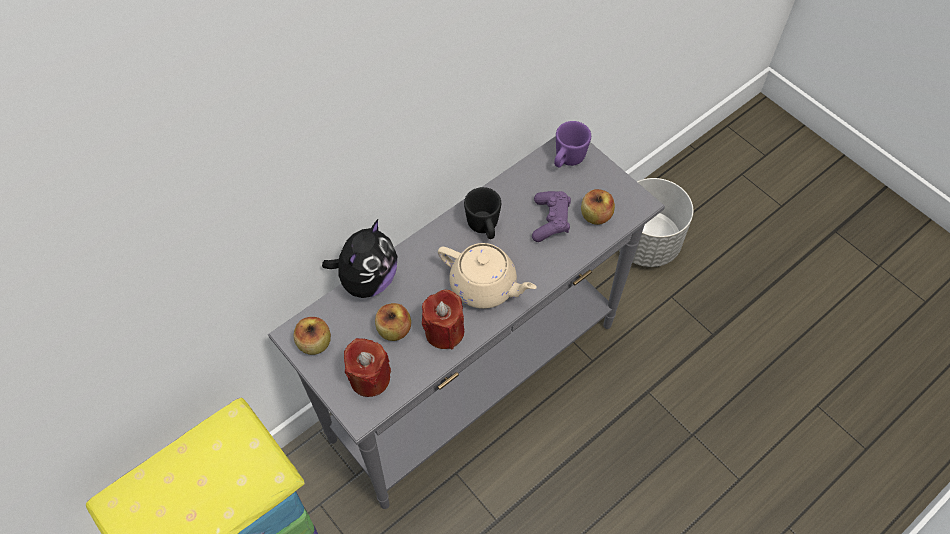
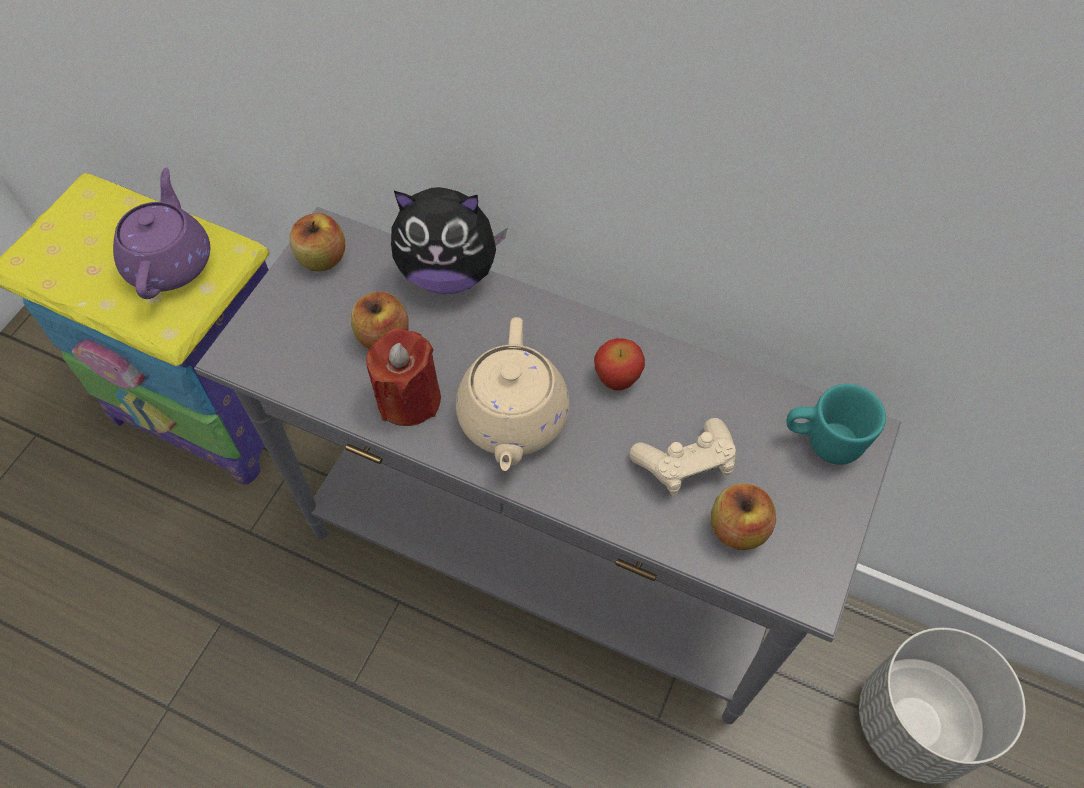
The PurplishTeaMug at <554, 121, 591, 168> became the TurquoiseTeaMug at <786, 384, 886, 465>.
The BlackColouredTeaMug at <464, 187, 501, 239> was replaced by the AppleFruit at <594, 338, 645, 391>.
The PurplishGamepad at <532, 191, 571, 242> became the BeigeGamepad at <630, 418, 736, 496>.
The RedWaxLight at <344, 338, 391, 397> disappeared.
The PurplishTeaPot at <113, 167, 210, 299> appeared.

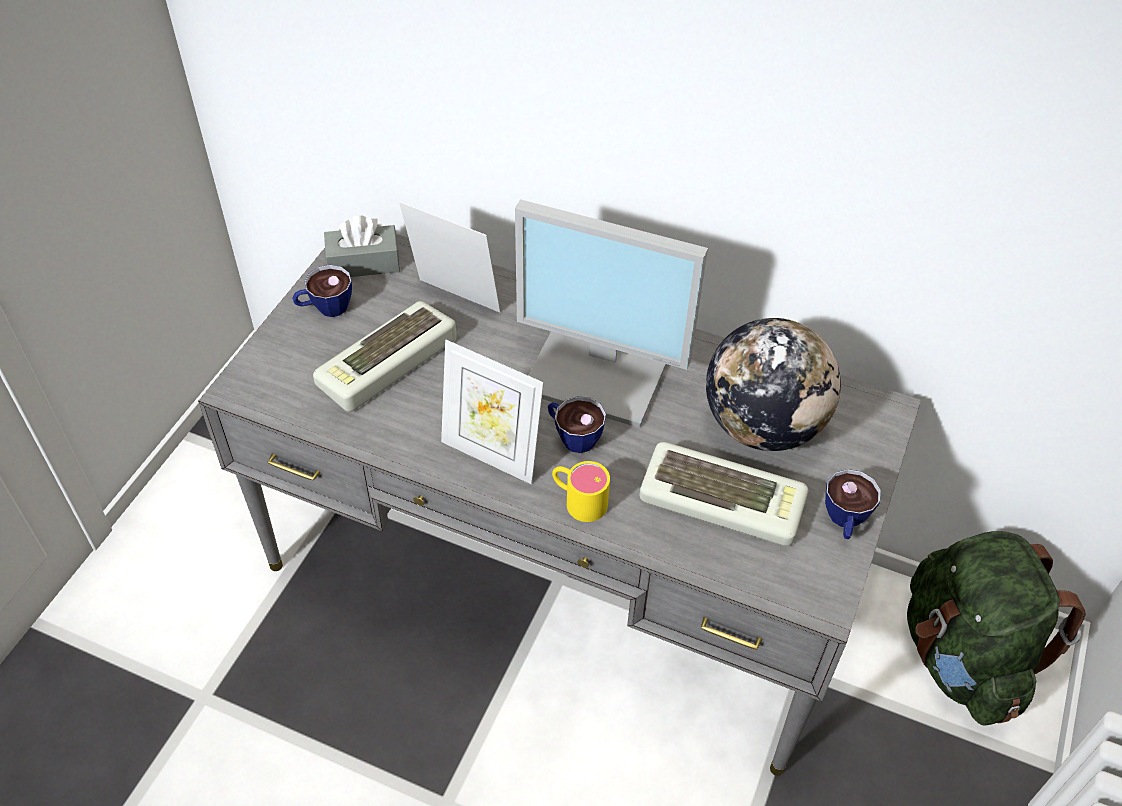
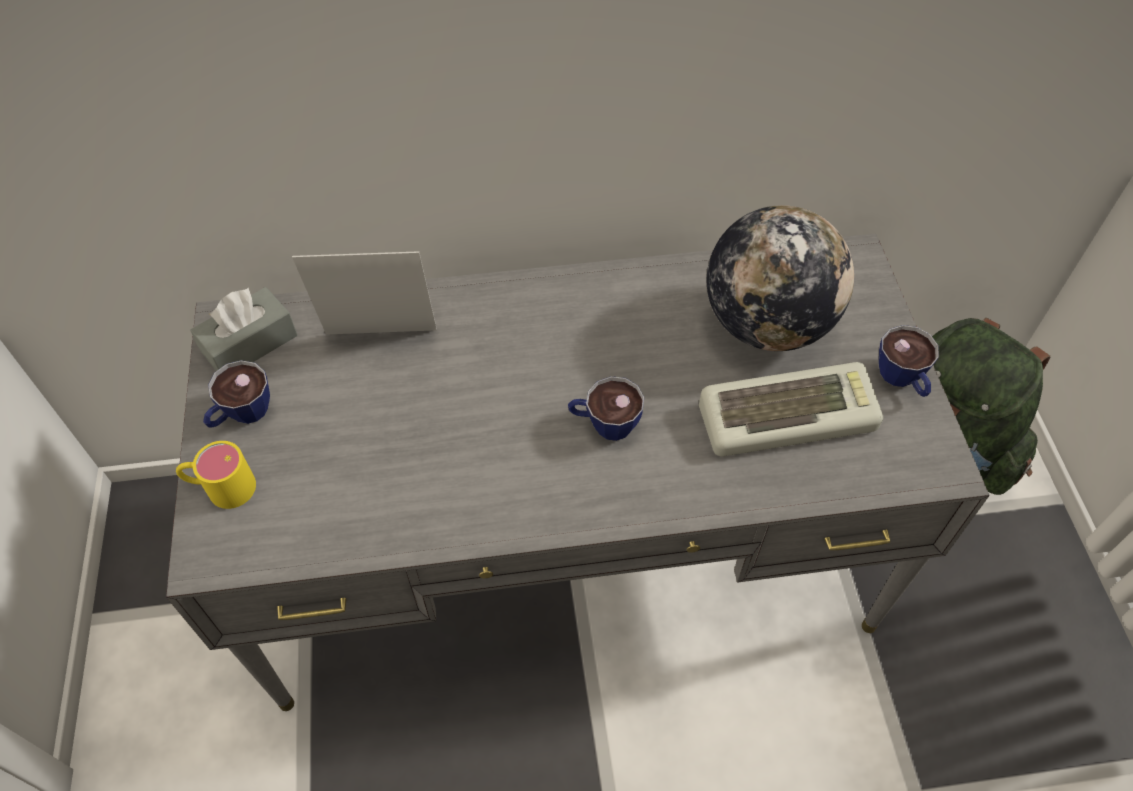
The Monitor at <515, 199, 708, 428> disappeared.
The Keyboard at <313, 301, 456, 412> disappeared.
The PictureFrame at <441, 340, 544, 484> disappeared.
The YellowColouredTeaMug moved from <552, 461, 610, 522> to <176, 441, 256, 509>.

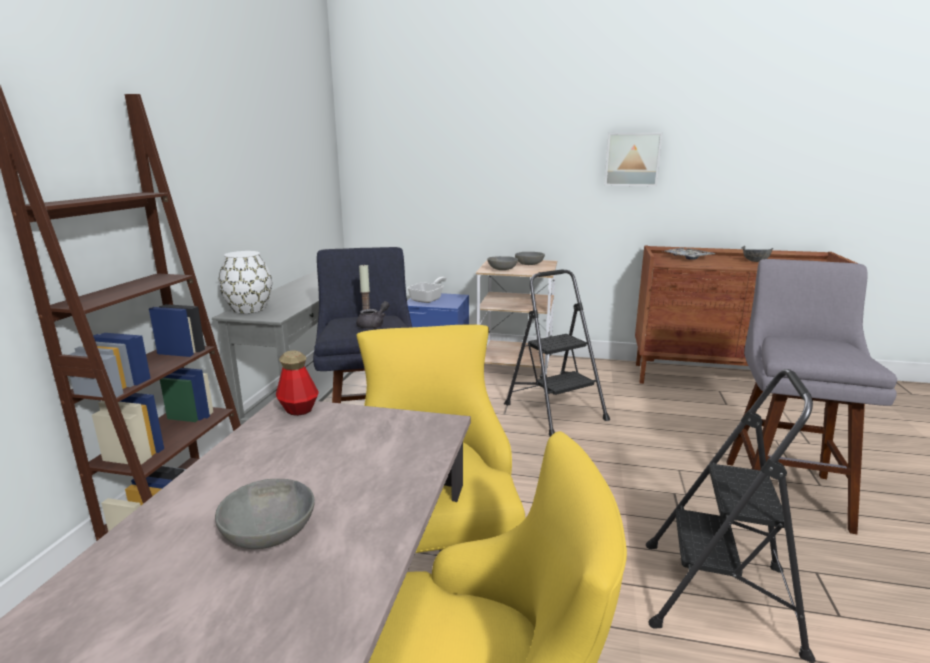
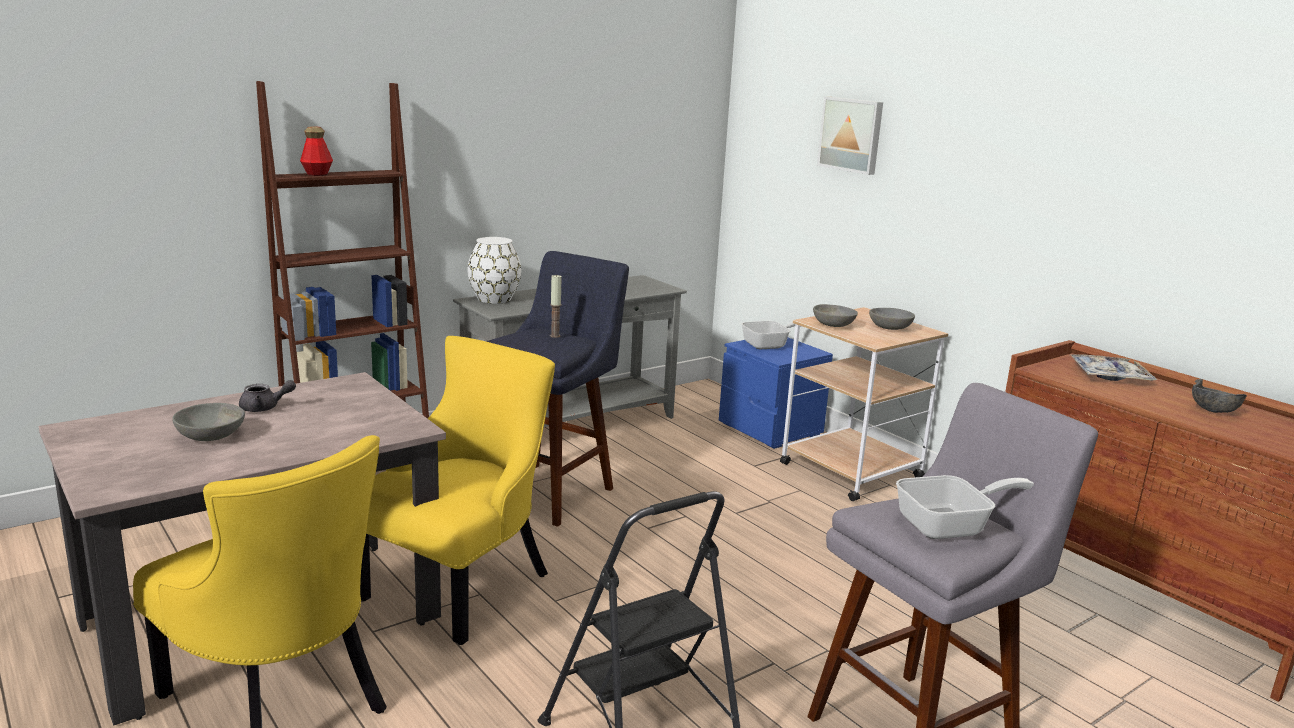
The Picture moved from <604, 133, 663, 187> to <817, 97, 883, 175>.
The BlackColouredStepStool at <504, 269, 610, 437> disappeared.
The GrayTeaPot moved from <356, 301, 390, 329> to <239, 380, 296, 412>.
The Bottle moved from <276, 350, 319, 416> to <300, 126, 333, 176>.
The Skillet at <896, 475, 1034, 539> appeared.

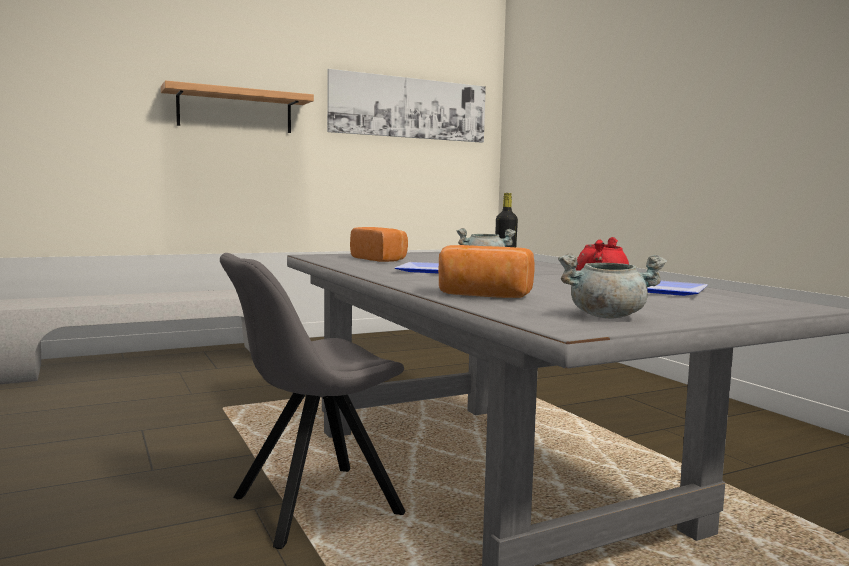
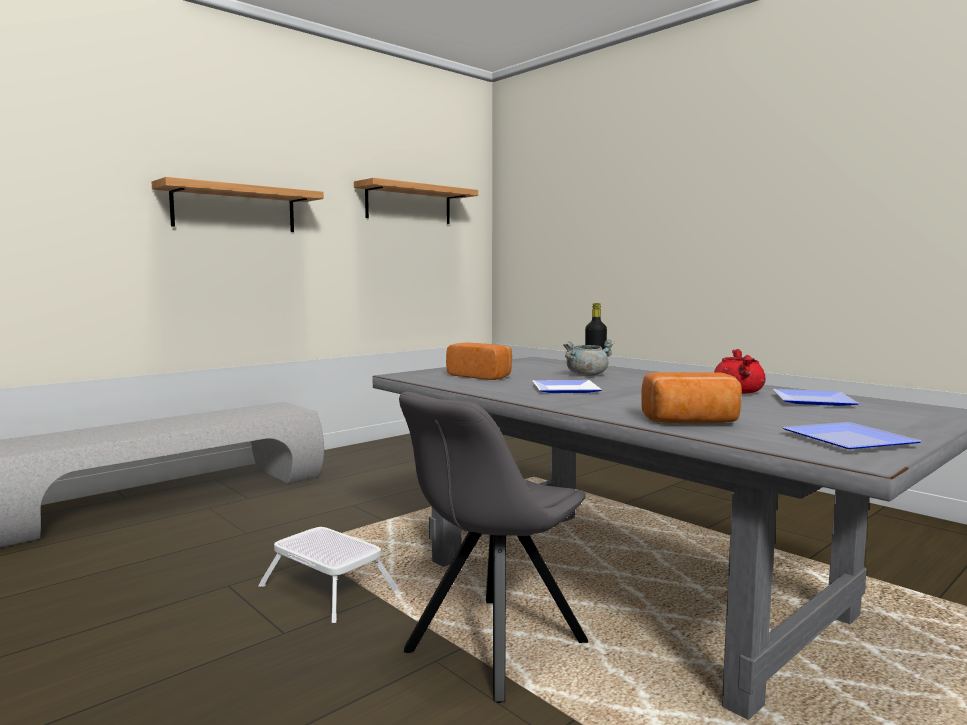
The Picture at <327, 69, 486, 143> was replaced by the Shelf at <354, 178, 478, 224>.
The GrayCookingPot at <558, 253, 667, 318> was replaced by the Plate at <783, 422, 922, 449>.
The WhiteColouredStepStool at <258, 527, 398, 623> appeared.

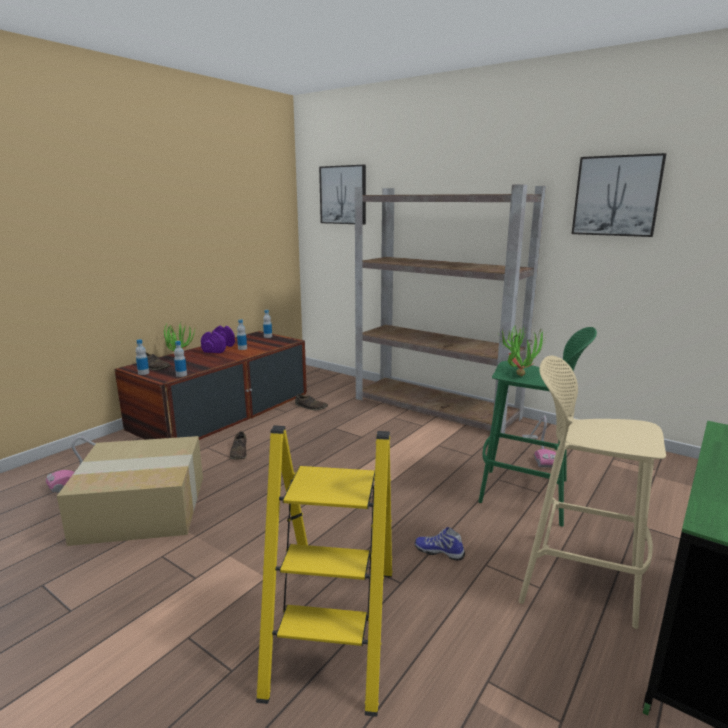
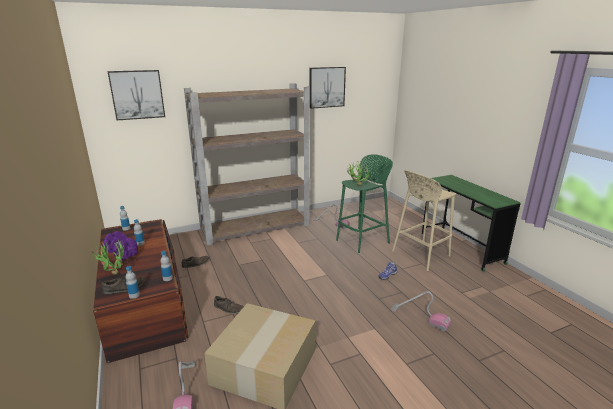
The YellowColouredStepStool at <256, 426, 393, 717> was replaced by the VacuumCleaner at <391, 291, 451, 331>.

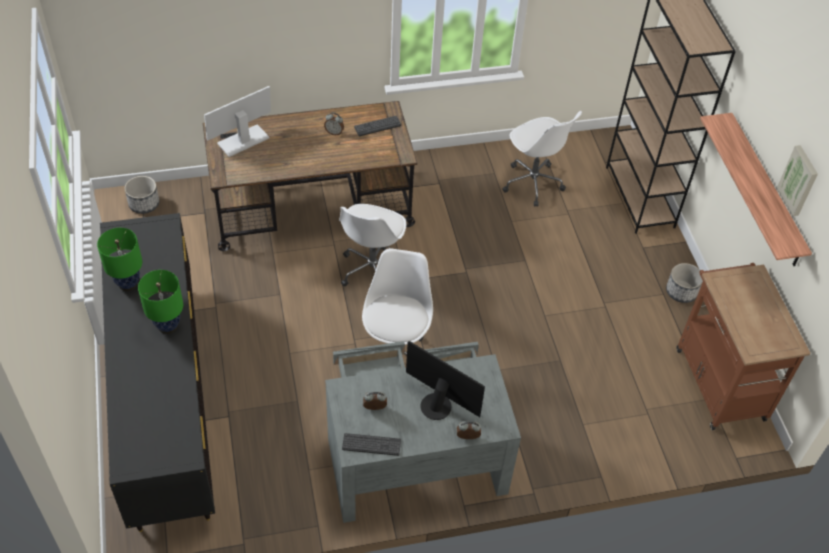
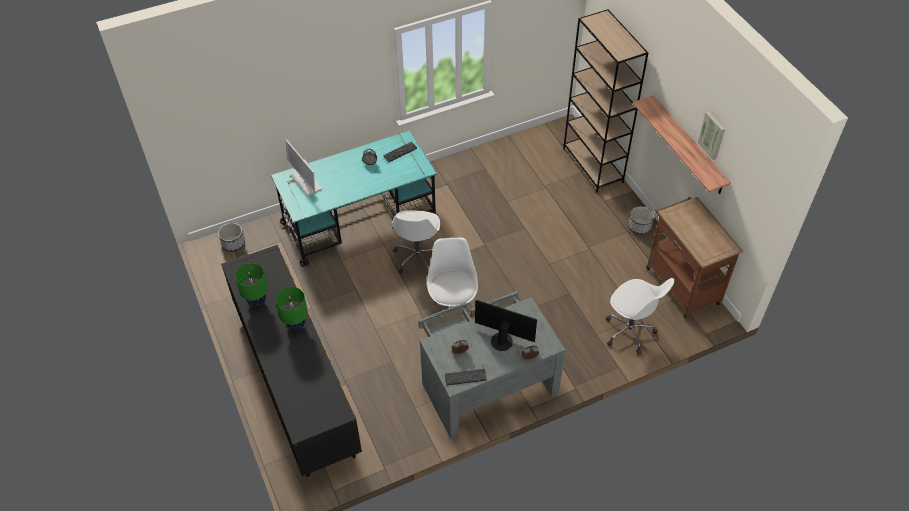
The Monitor at <204, 86, 271, 157> turned 75 degrees counterclockwise.
The BrownColouredDeskUnit at <203, 101, 417, 251> became the TurquoiseDeskUnit at <271, 130, 439, 267>.
The WhiteColouredDeskChair moved from <502, 111, 582, 207> to <606, 278, 674, 354>.

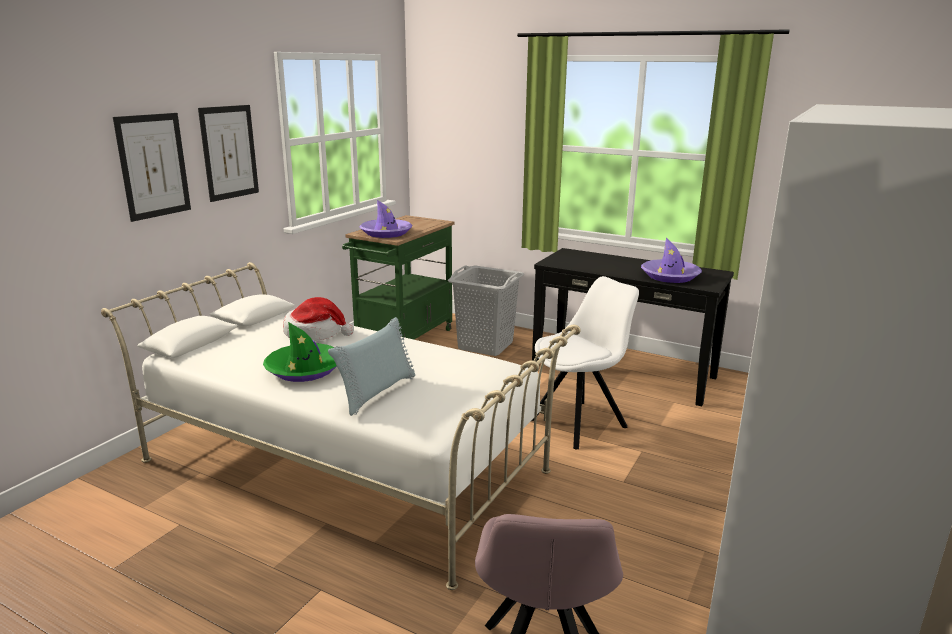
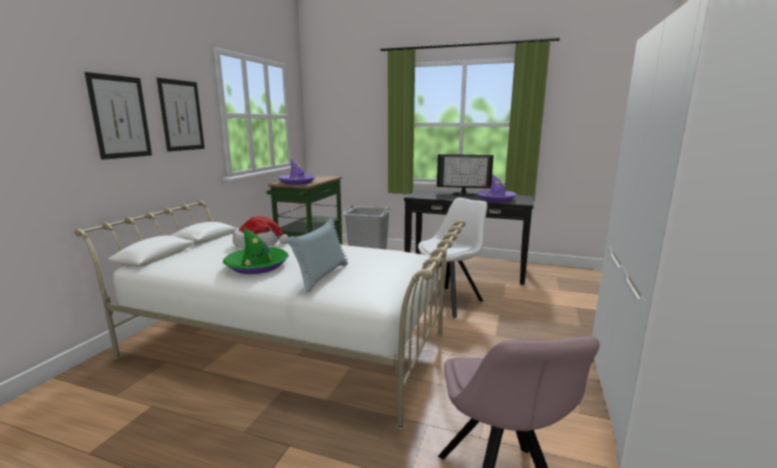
The Monitor at <437, 154, 493, 196> appeared.

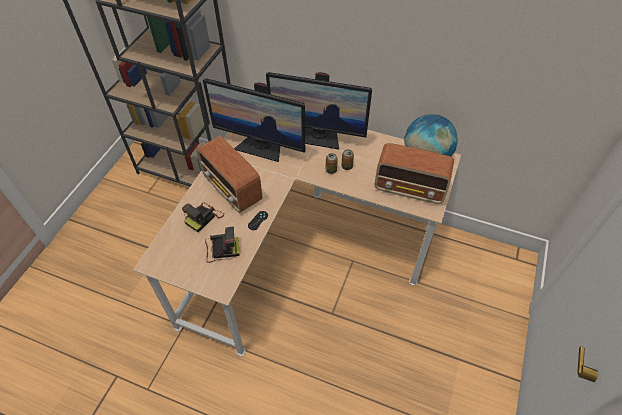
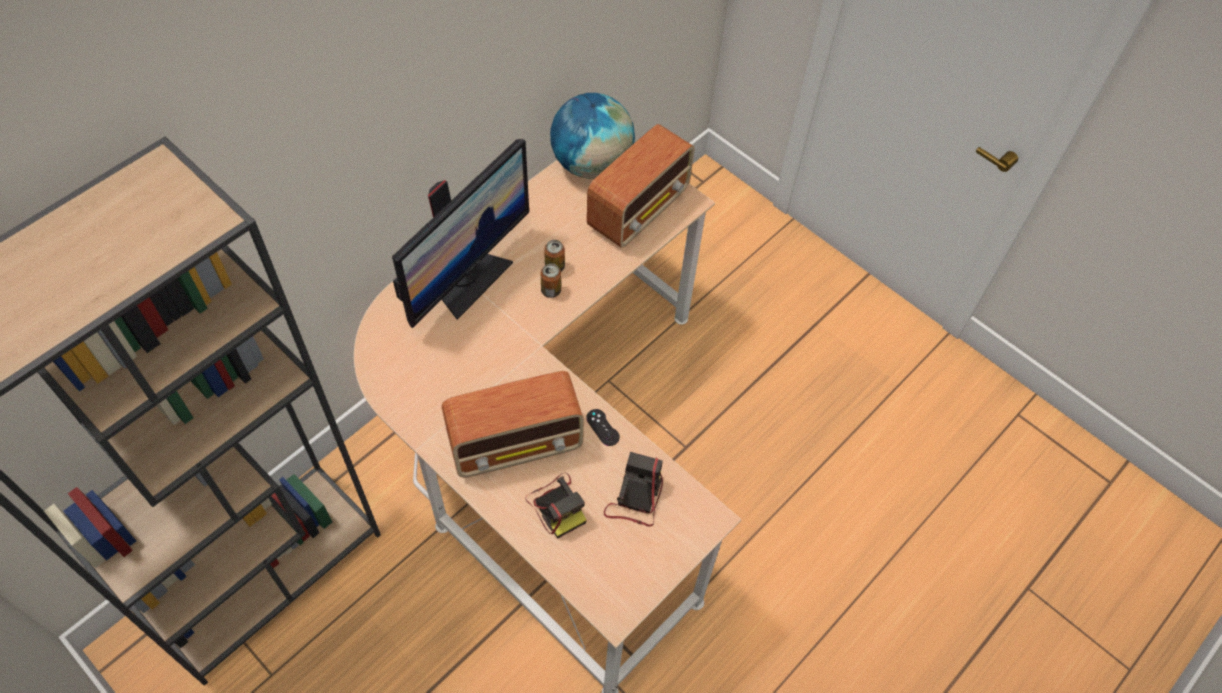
The Monitor at <203, 79, 305, 162> disappeared.

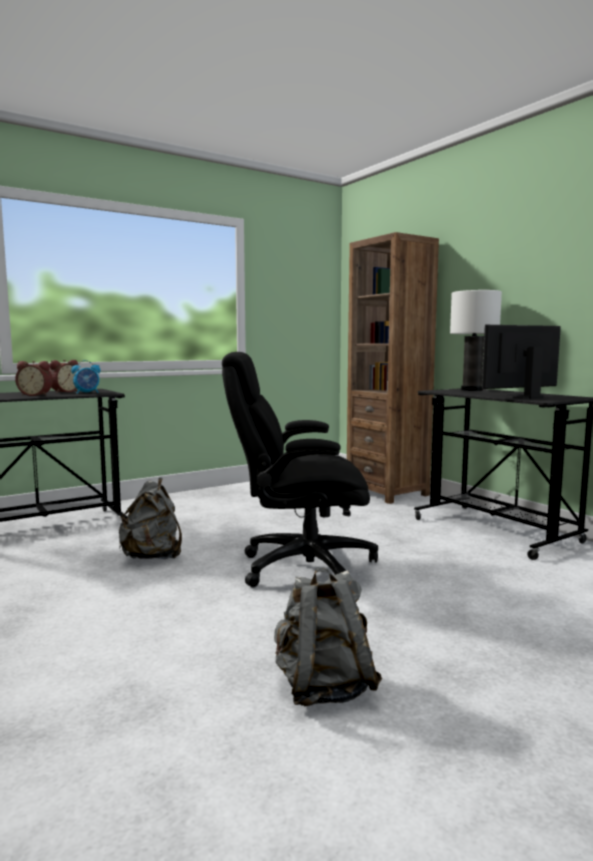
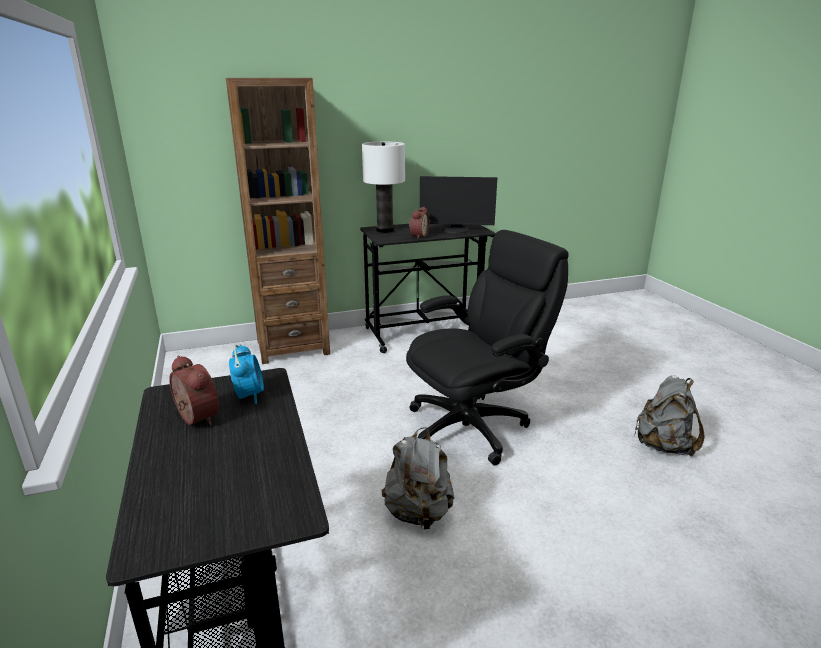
The Monitor at <482, 325, 561, 399> turned 75 degrees counterclockwise.
The BlackColouredDeskChair at <222, 352, 378, 588> turned 135 degrees counterclockwise.
The AlarmClock moved from <15, 361, 53, 396> to <409, 207, 430, 239>.

